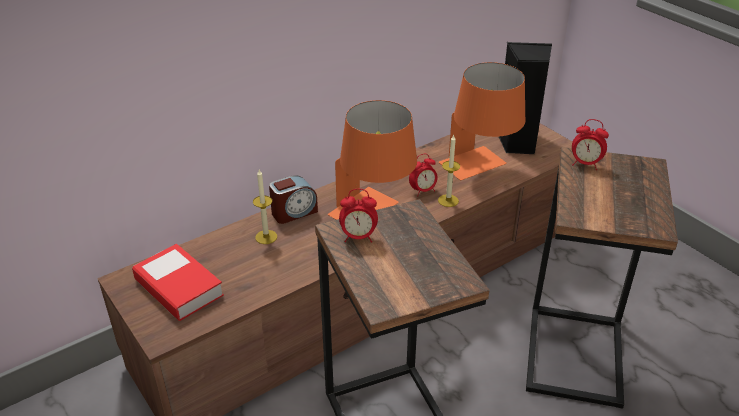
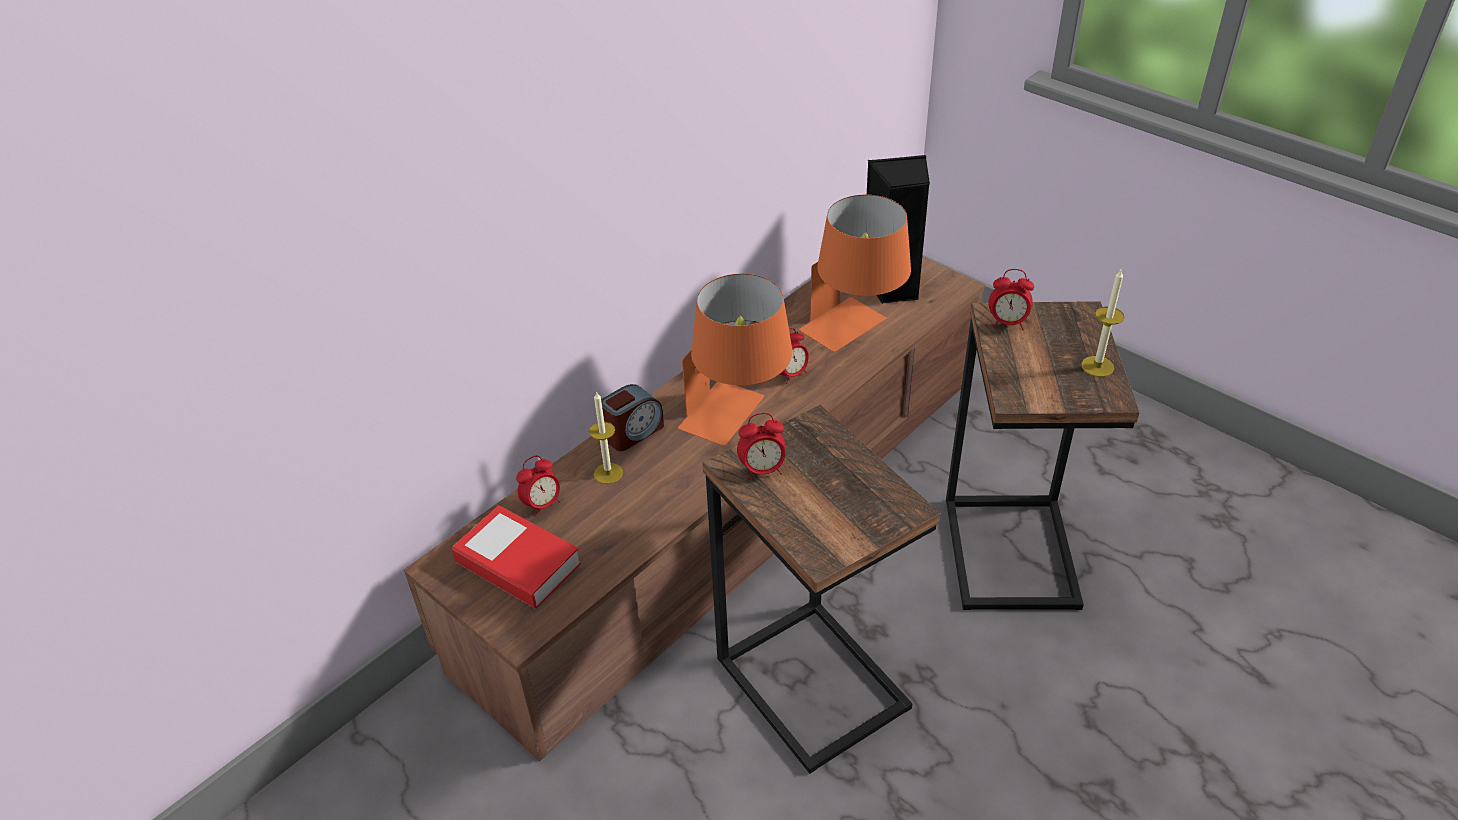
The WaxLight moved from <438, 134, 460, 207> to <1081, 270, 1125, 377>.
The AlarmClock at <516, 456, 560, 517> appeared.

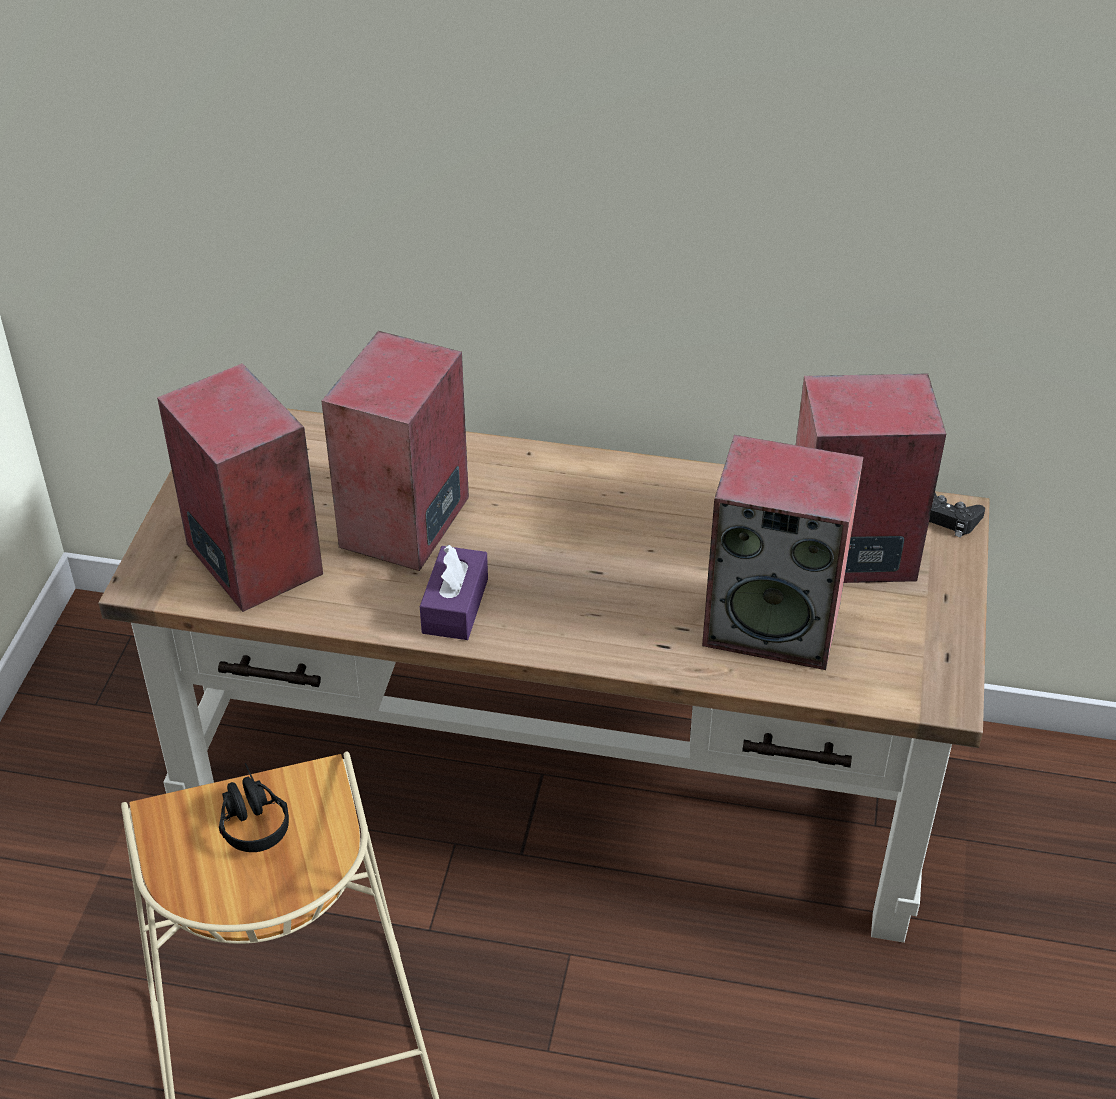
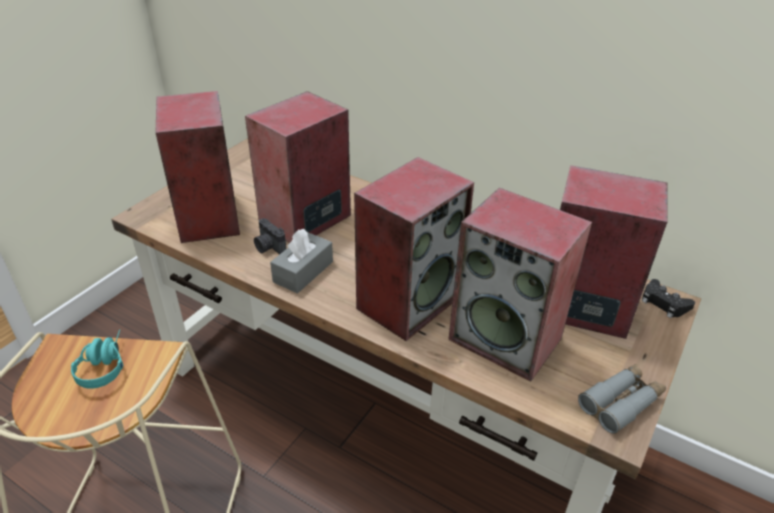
The PurplishTissueHolder at <420, 545, 488, 640> became the GrayTissueHolder at <270, 229, 333, 294>.
The BlackColouredPairOfHeadphones at <219, 763, 289, 852> became the TurquoisePairOfHeadphones at <71, 329, 123, 389>.
The Speaker at <354, 157, 474, 341> appeared.
The PhotoCamera at <254, 218, 286, 254> appeared.
The GrayBinoculars at <578, 364, 666, 434> appeared.

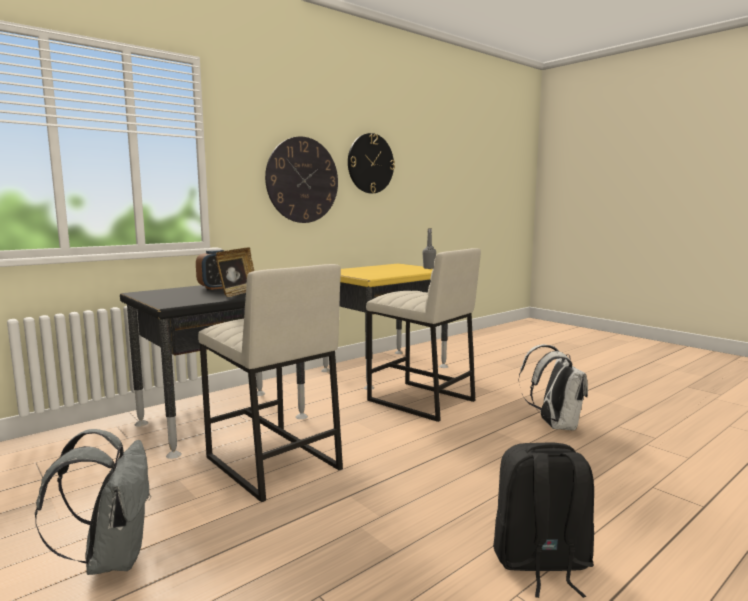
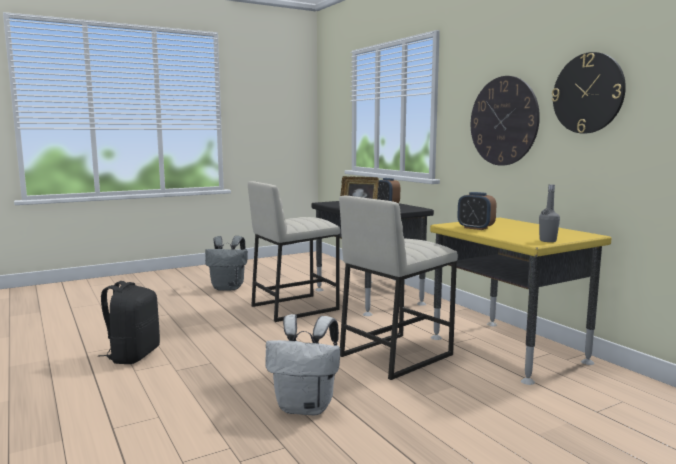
The AlarmClock at <457, 192, 496, 230> appeared.

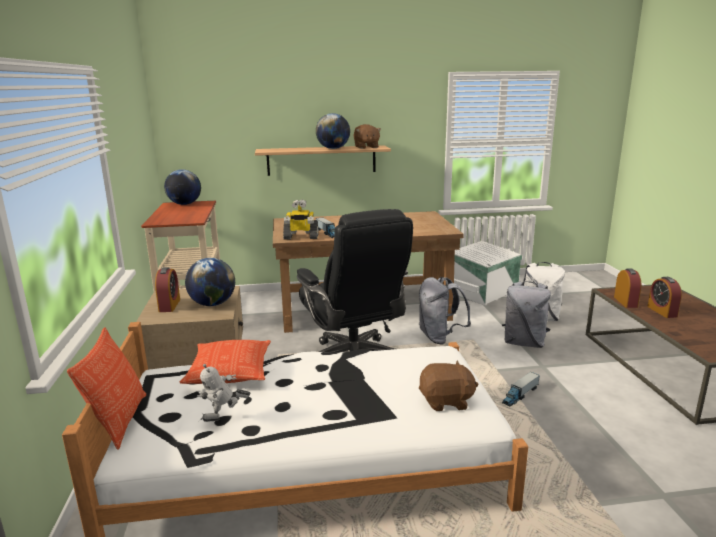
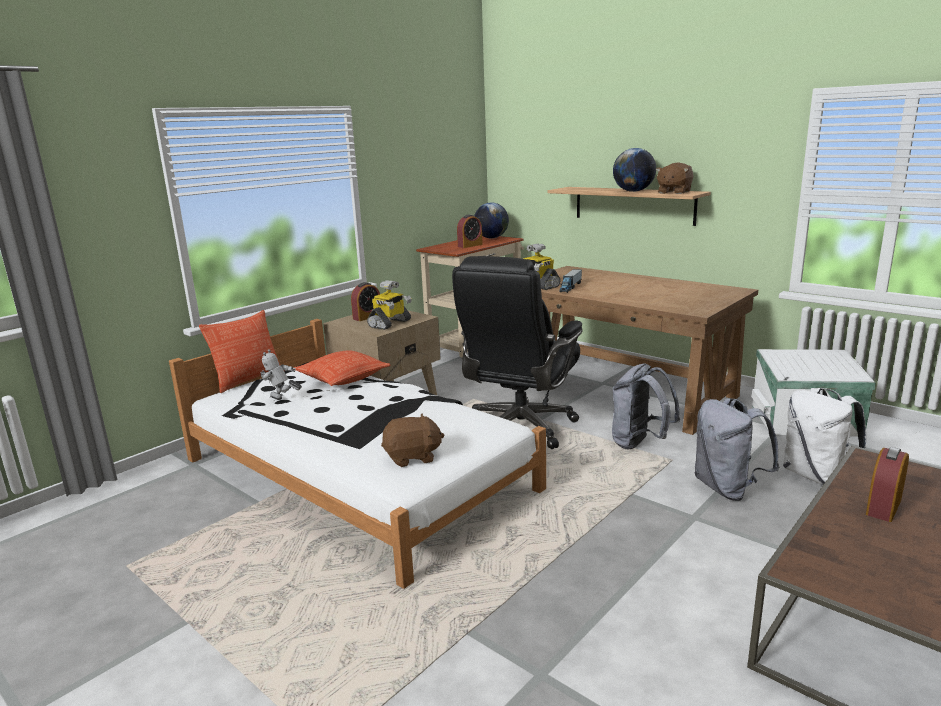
The DeskGlobe at <185, 258, 235, 306> was replaced by the ToyRobot at <367, 280, 412, 330>.
The AlarmClock moved from <614, 268, 641, 308> to <457, 214, 483, 248>.
The BrownColouredSoftToy at <419, 361, 479, 411> turned 60 degrees counterclockwise.
The ToyTruck at <502, 372, 540, 406> disappeared.

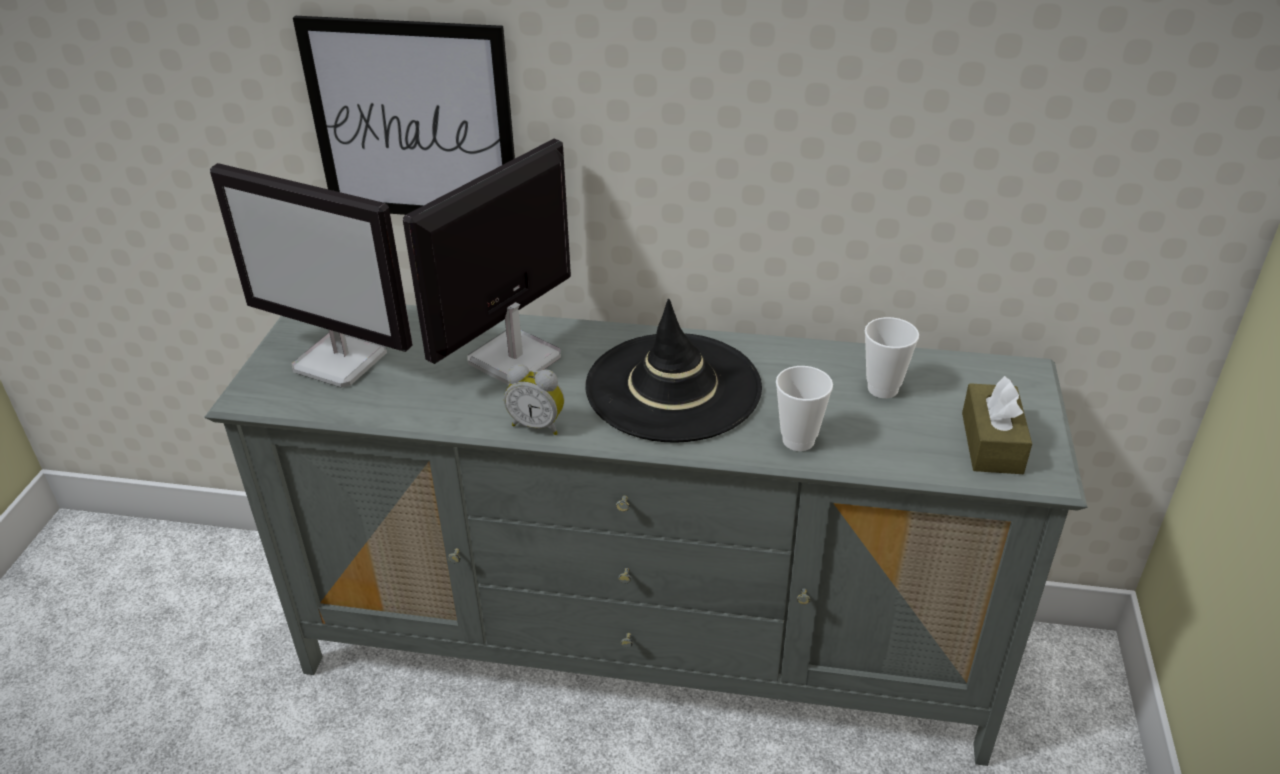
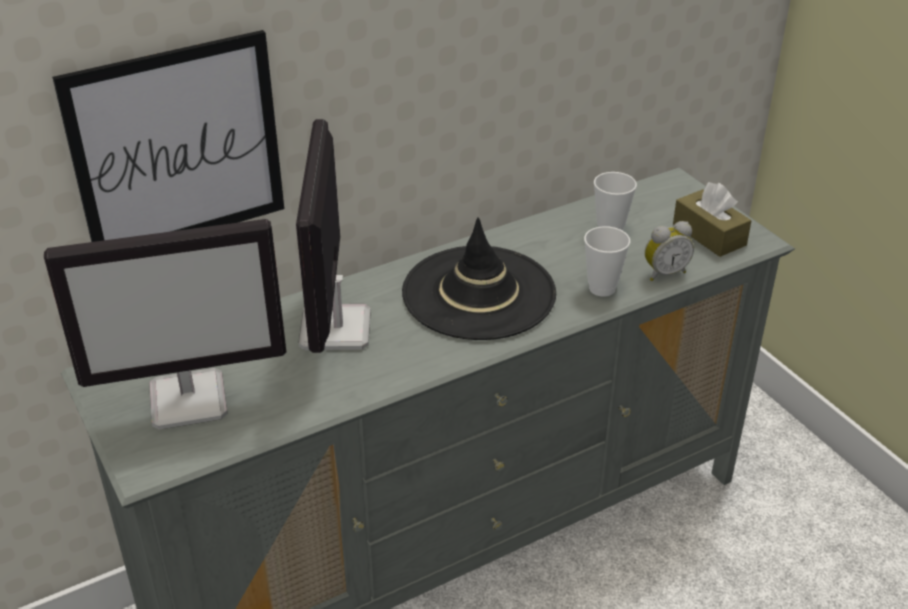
The AlarmClock moved from <504, 364, 564, 435> to <645, 221, 694, 281>.

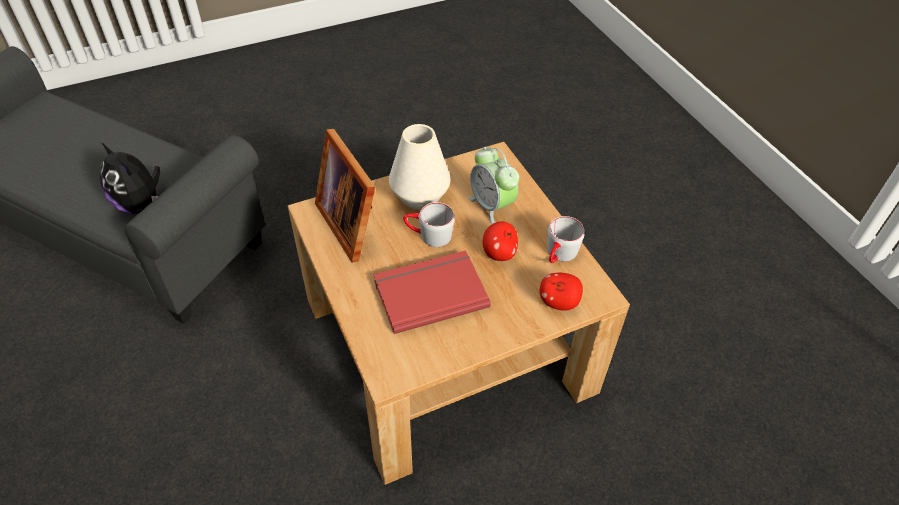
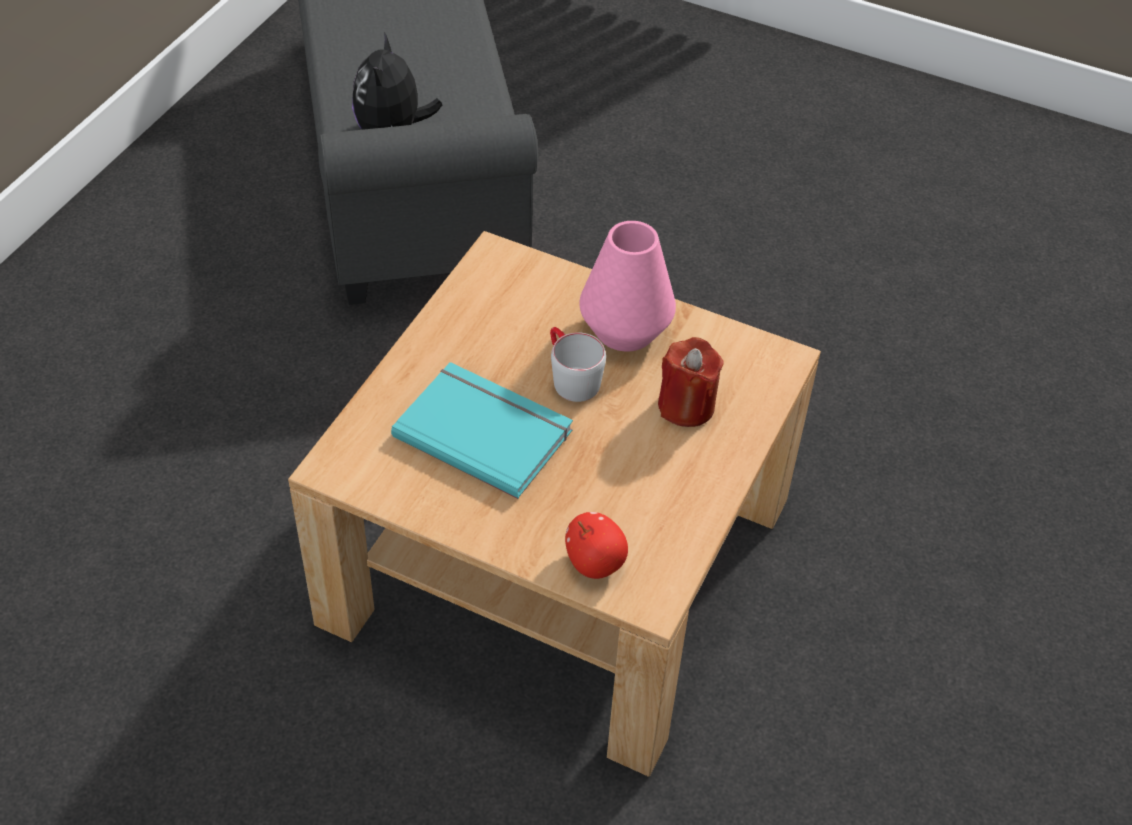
The WhiteColouredDecorativeVase at <389, 124, 450, 209> became the PinkColouredDecorativeVase at <579, 221, 676, 351>.
The PictureFrame at <315, 129, 375, 263> disappeared.
The AlarmClock at <468, 147, 519, 224> was replaced by the RedWaxLight at <658, 337, 724, 427>.
The GrayTeaMug at <547, 216, 585, 263> disappeared.
The AppleFruit at <483, 222, 518, 261> disappeared.
The RedVolume at <373, 250, 491, 334> became the TurquoiseVolume at <391, 362, 573, 499>.

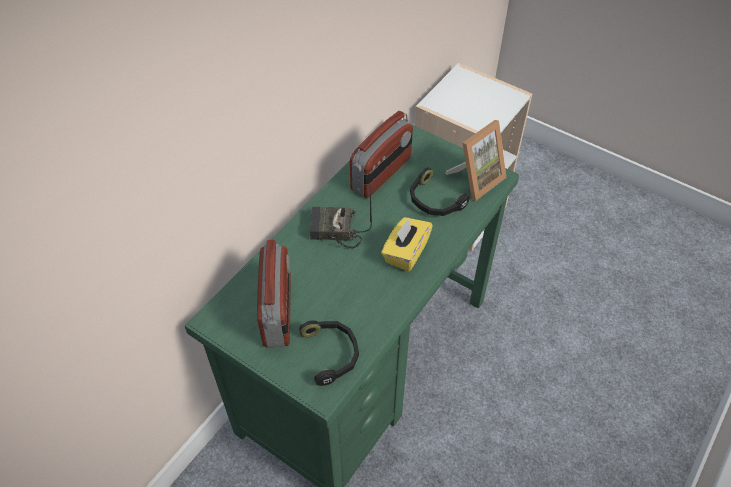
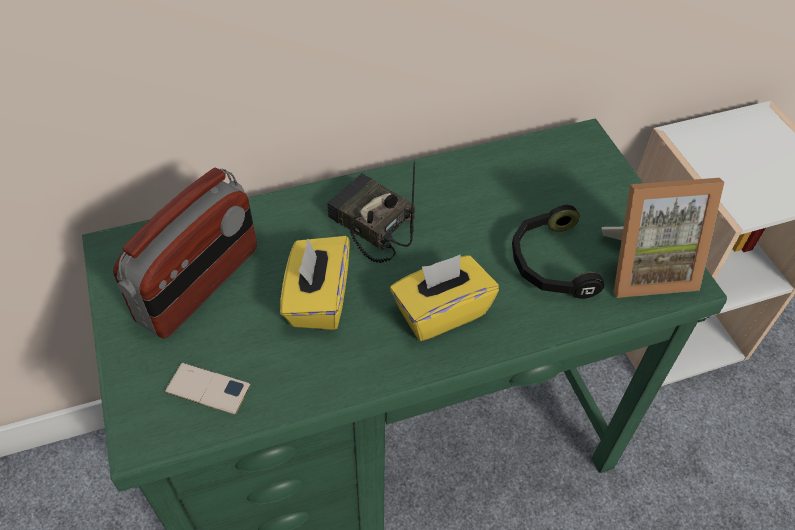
The Radio at <350, 111, 413, 198> disappeared.
The BlackColouredPairOfHeadphones at <299, 320, 359, 386> was replaced by the Telephone at <165, 363, 250, 414>.
The YellowColouredTissueHolder at <280, 236, 350, 330> appeared.

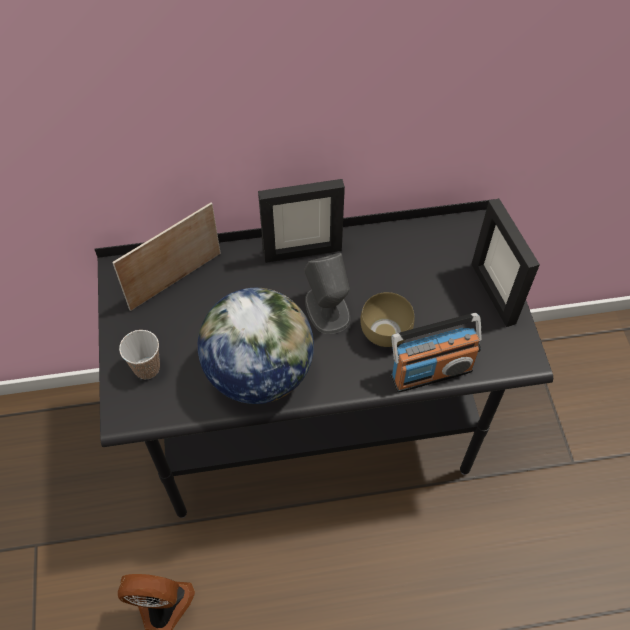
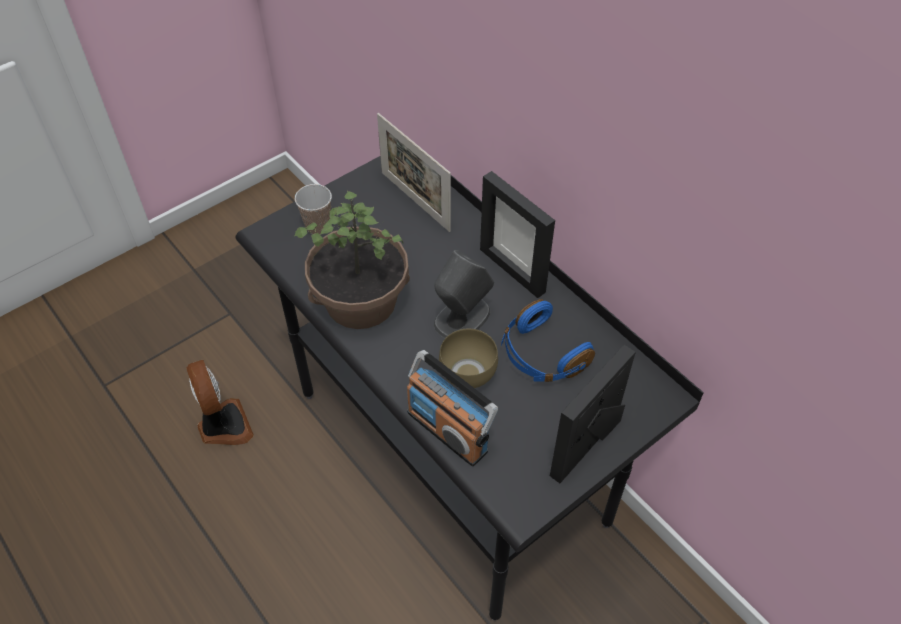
The PictureFrame at <112, 202, 221, 311> turned 150 degrees counterclockwise.
The DeskGlobe at <198, 288, 314, 404> was replaced by the PottedPlant at <295, 191, 410, 329>.
The BluePairOfHeadphones at <501, 299, 595, 382> appeared.

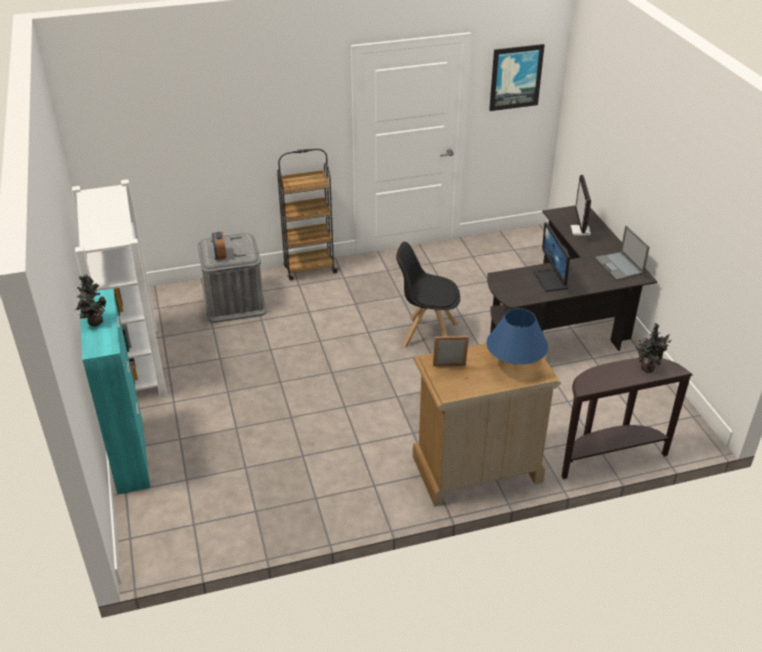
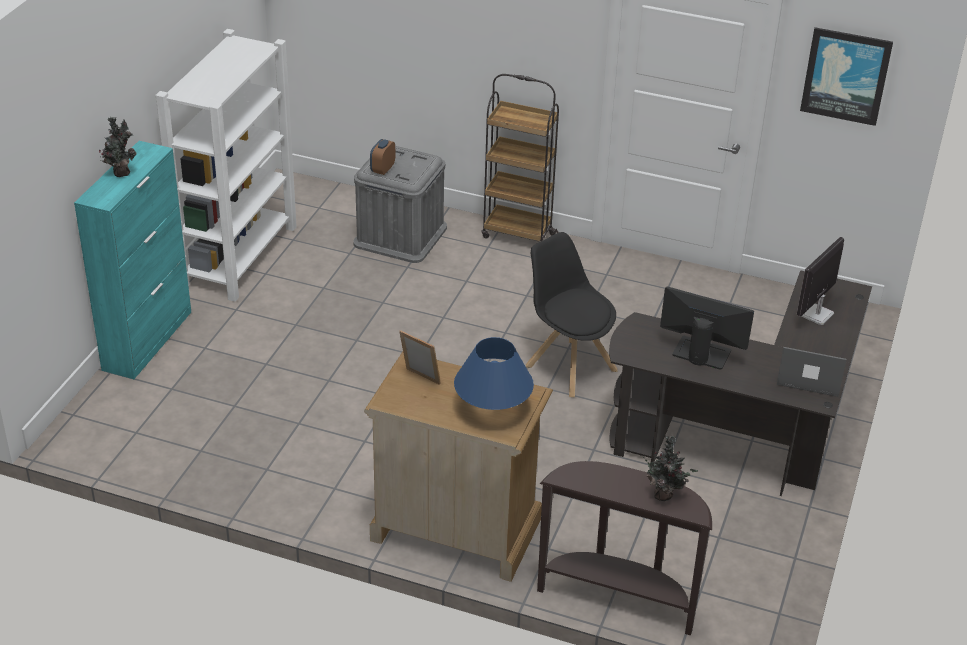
The Monitor at <534, 222, 570, 292> turned 90 degrees clockwise.
The Laptop at <595, 226, 649, 280> turned 90 degrees clockwise.

